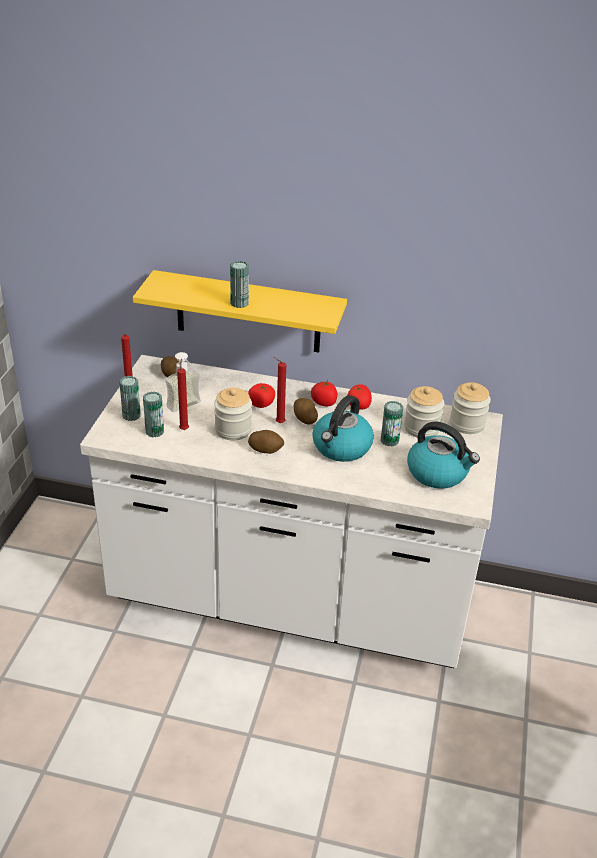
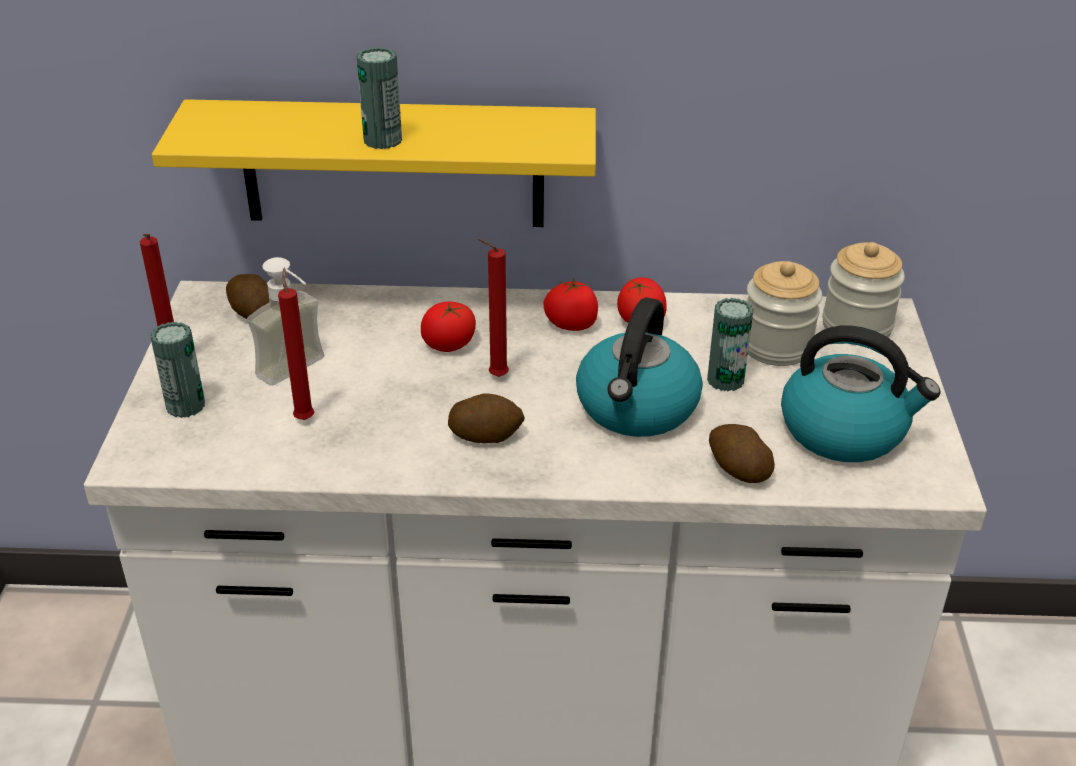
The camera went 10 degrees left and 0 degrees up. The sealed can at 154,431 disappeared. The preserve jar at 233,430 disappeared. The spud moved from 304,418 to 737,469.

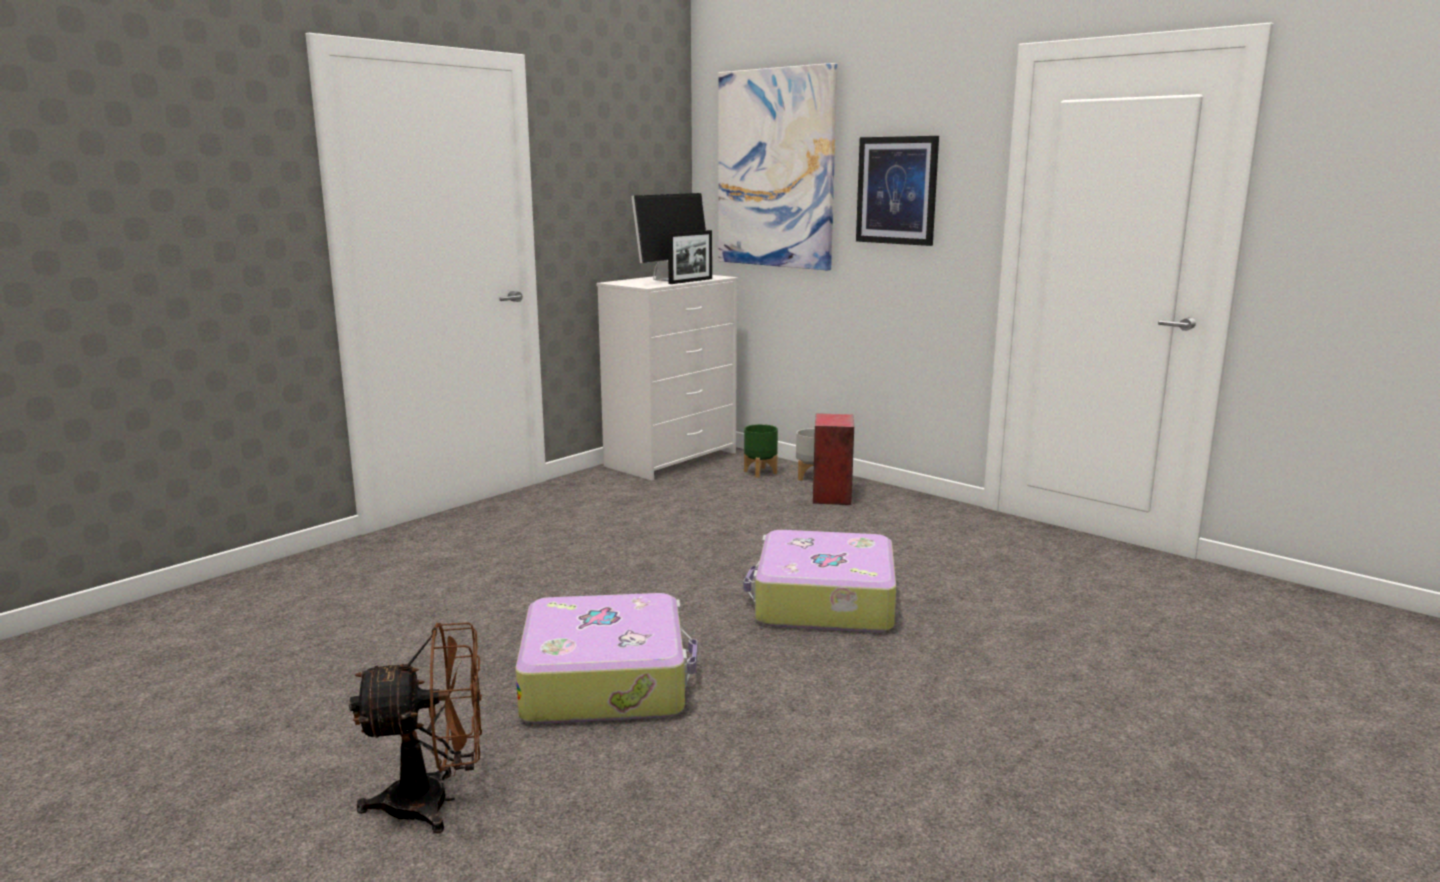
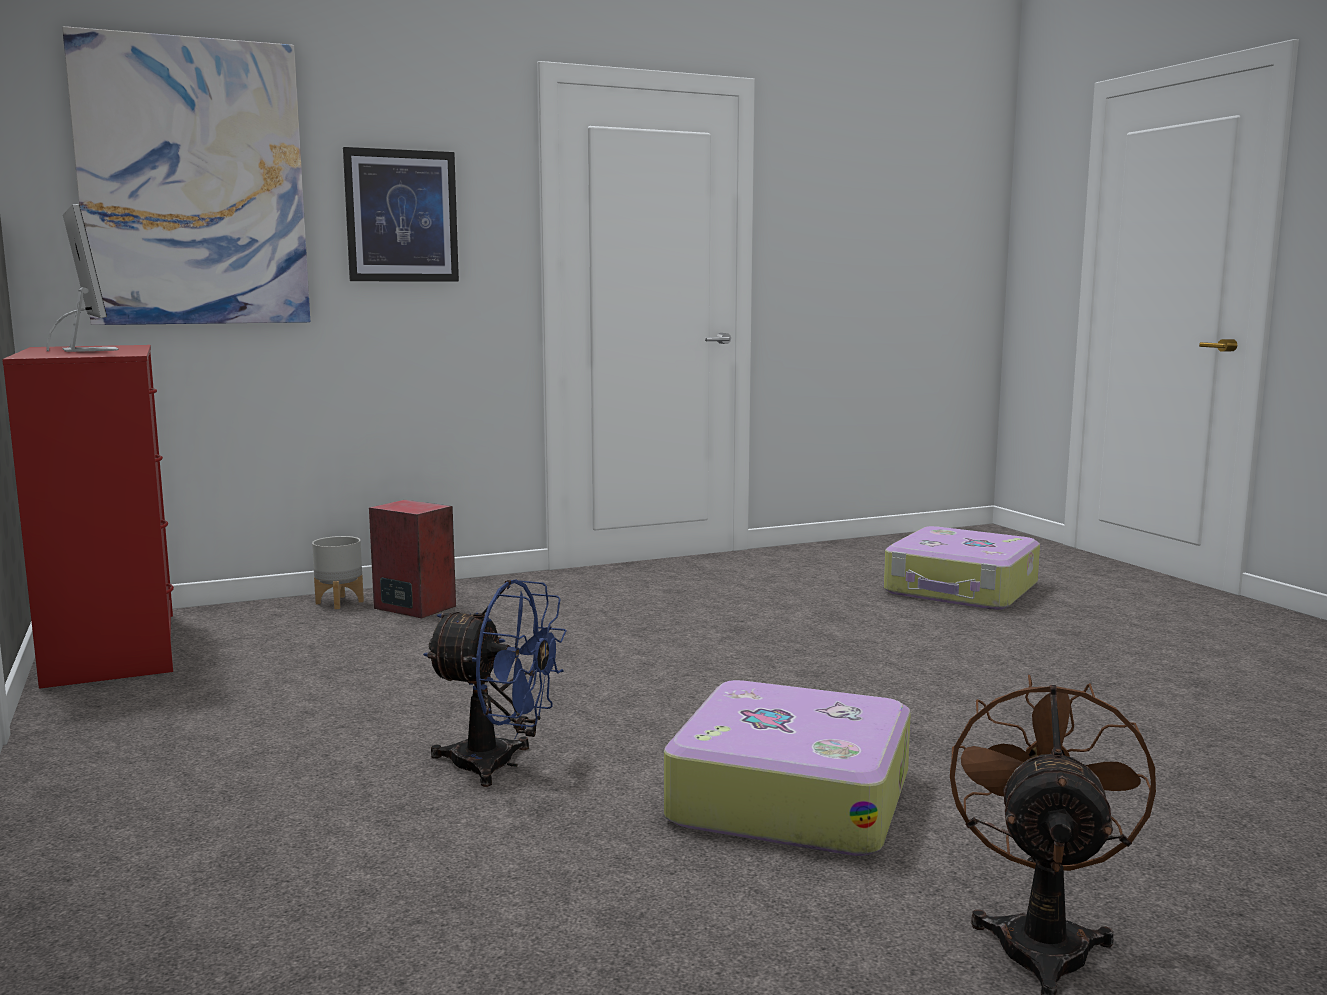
The camera went 65 degrees left and 5 degrees down. The standing frame at 690,281 disappeared. The green flower pot at 760,472 disappeared. The bluish electric fan at 499,764 appeared. The suitcase moved from 823,602 to 961,589. The whitish drawer chest at 672,459 became the red drawer chest at 112,647.

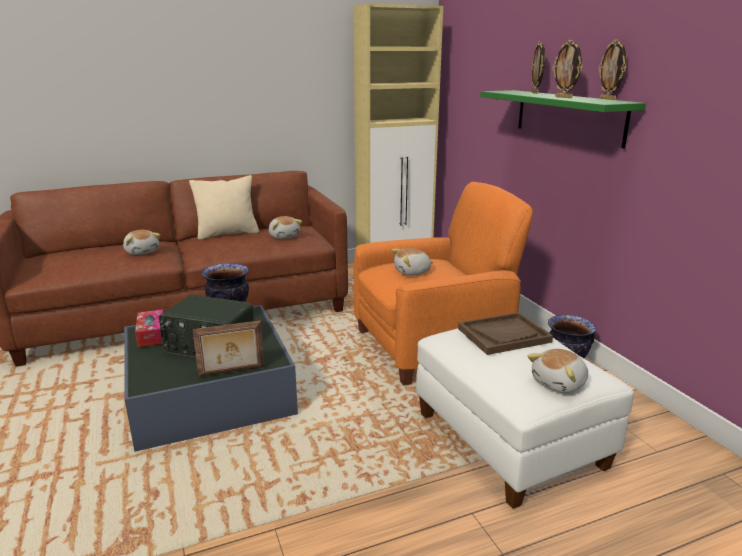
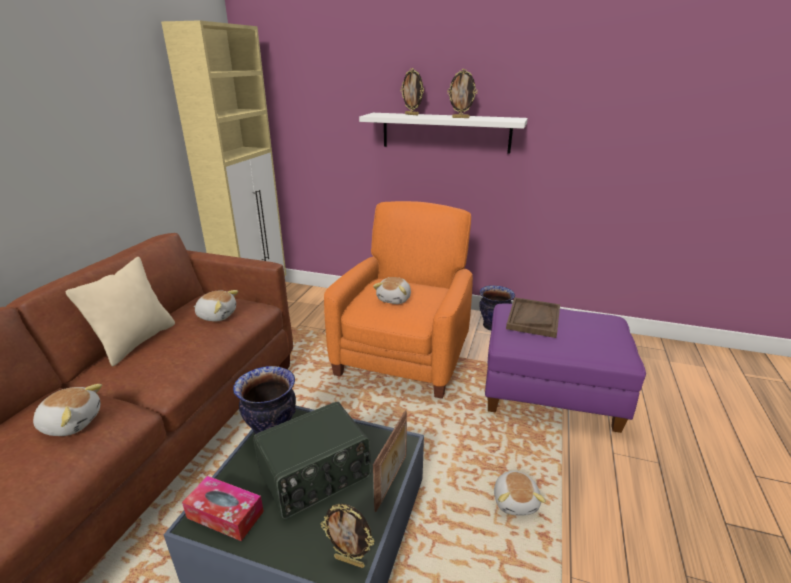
The camera went 50 degrees left and 5 degrees up. The soft toy moved from 560,383 to 515,501. The standing frame moved from 608,99 to 350,561. The whitish footrest at 510,441 became the purple footrest at 550,392. The green shelf at 568,116 became the whitish shelf at 445,132.

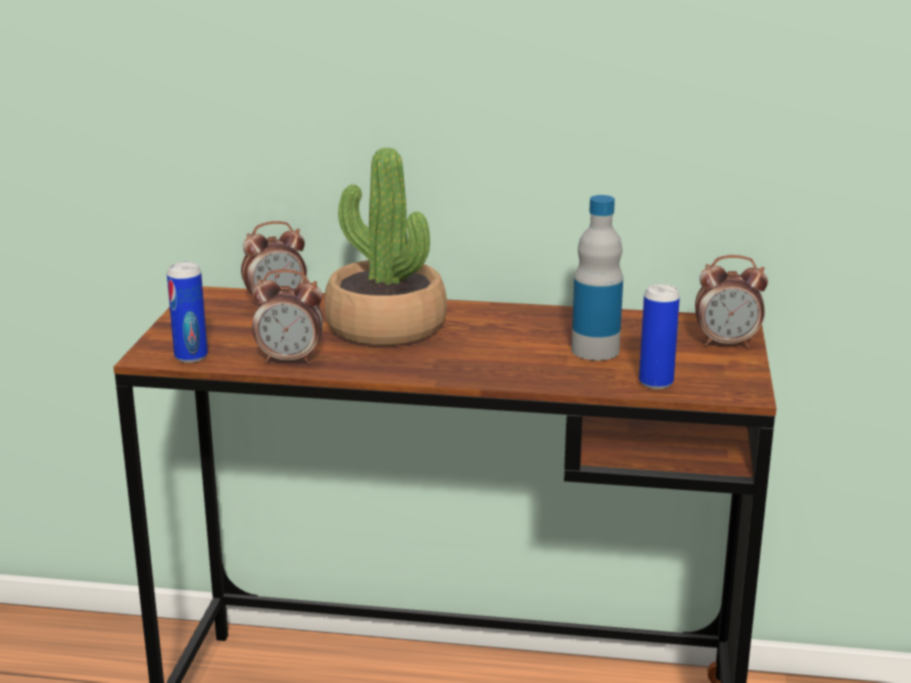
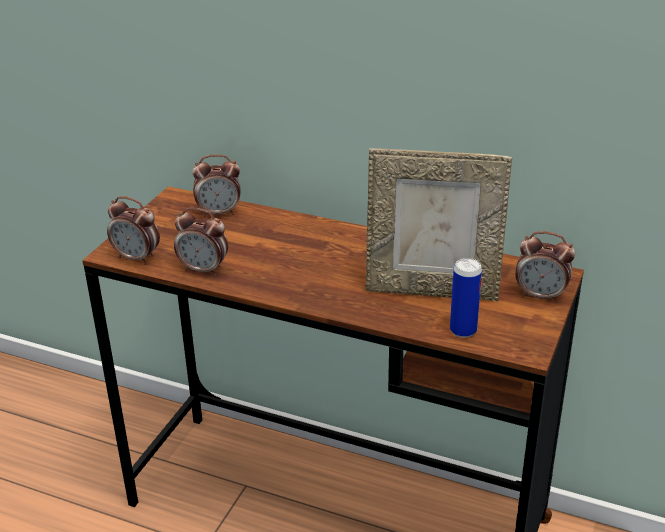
The camera went 15 degrees right and 10 degrees up. The plant in a pot at 385,326 disappeared. The sealed can at 191,357 was replaced by the bedside clock at 137,258. The bottle at 595,350 was replaced by the standing frame at 432,290.

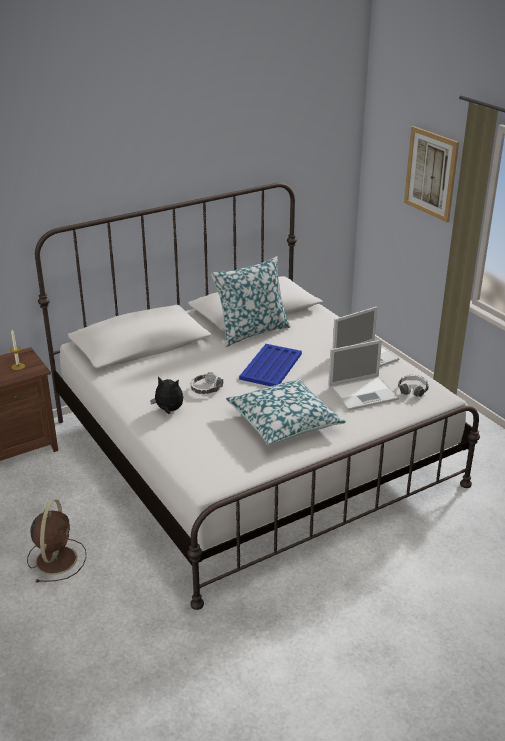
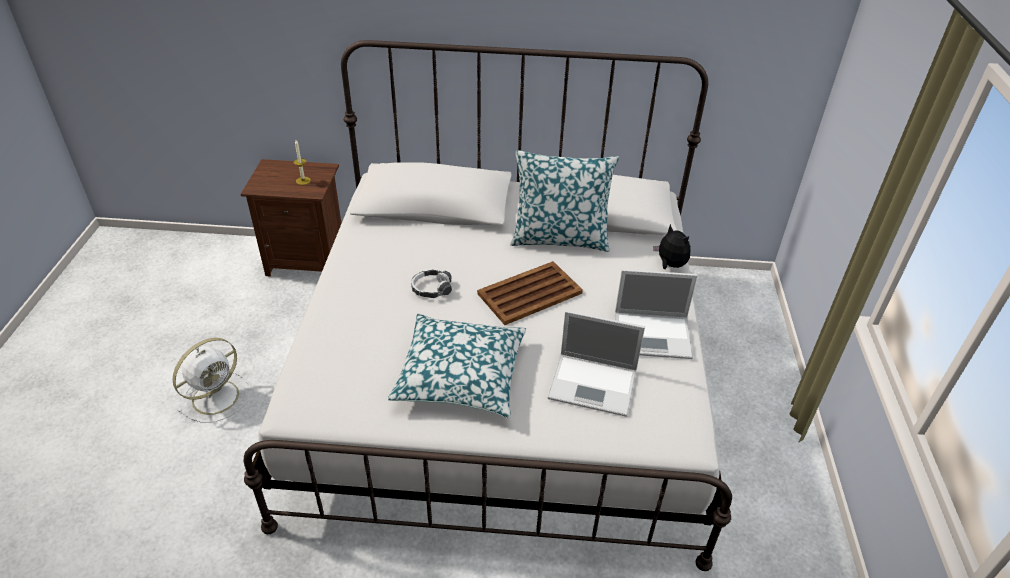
The camera went 35 degrees right and 10 degrees up. The pair of headphones at 412,389 disappeared. The picture at 431,173 disappeared. The soft toy moved from 169,410 to 670,265. The brown electric fan at 57,558 became the whitish electric fan at 217,396. The bluish tray at 270,366 became the brown tray at 528,294.

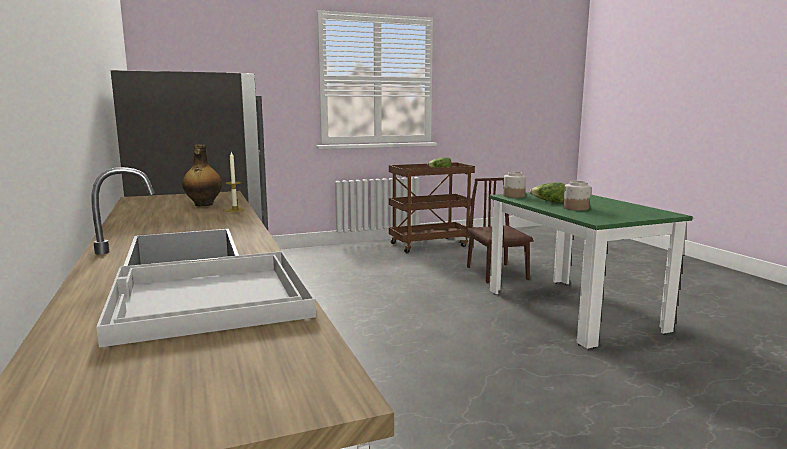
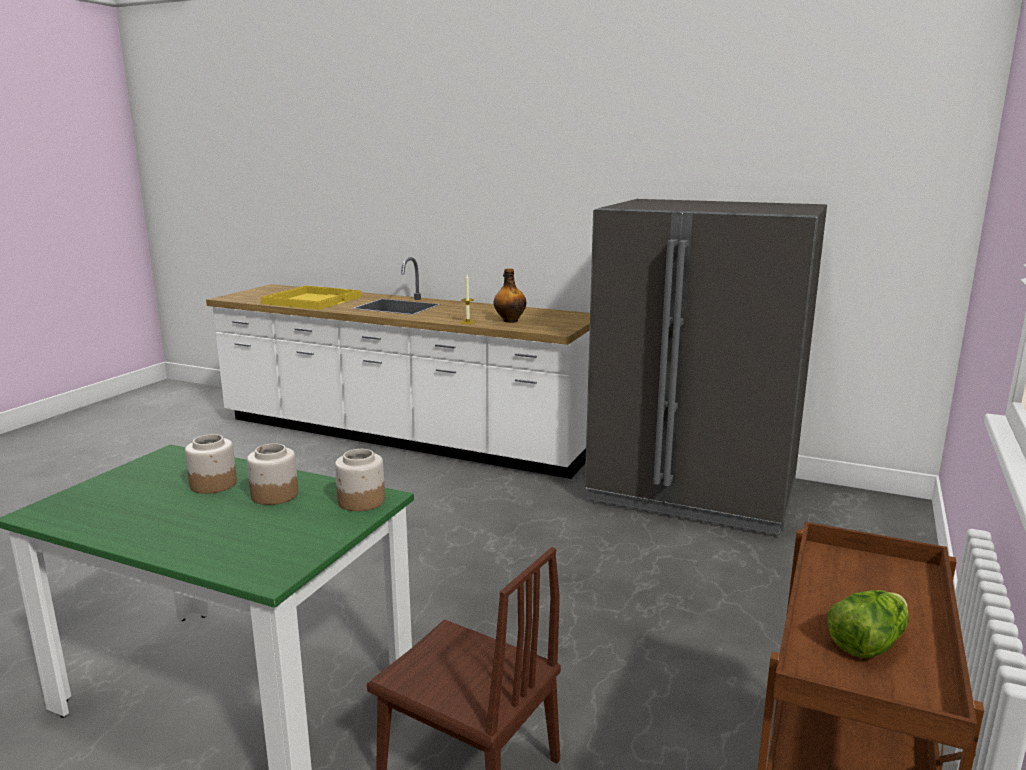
The camera went 135 degrees right and 5 degrees up. The lettuce at 549,202 was replaced by the preserve jar at 274,495. The whitish tray at 208,298 became the yellow tray at 312,300.

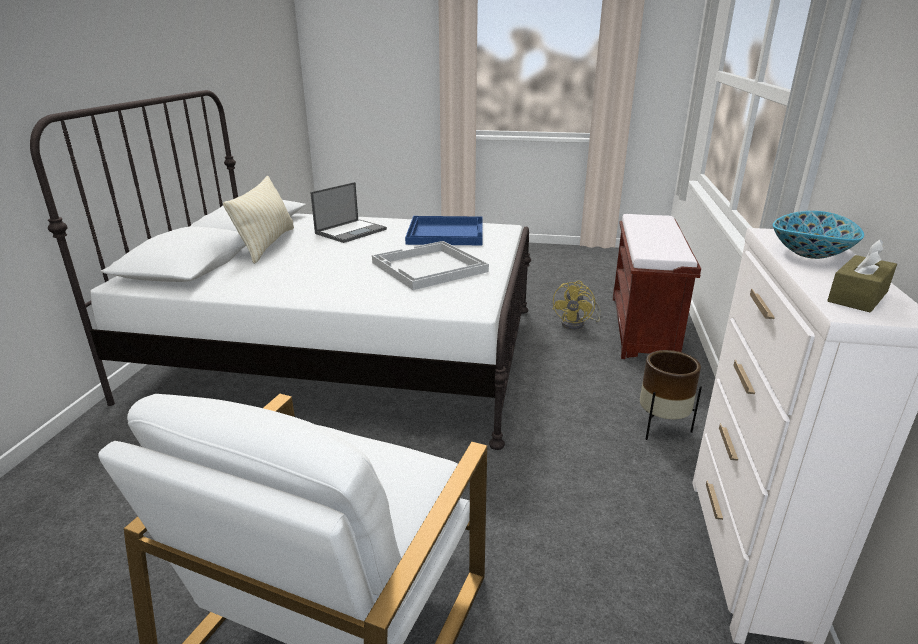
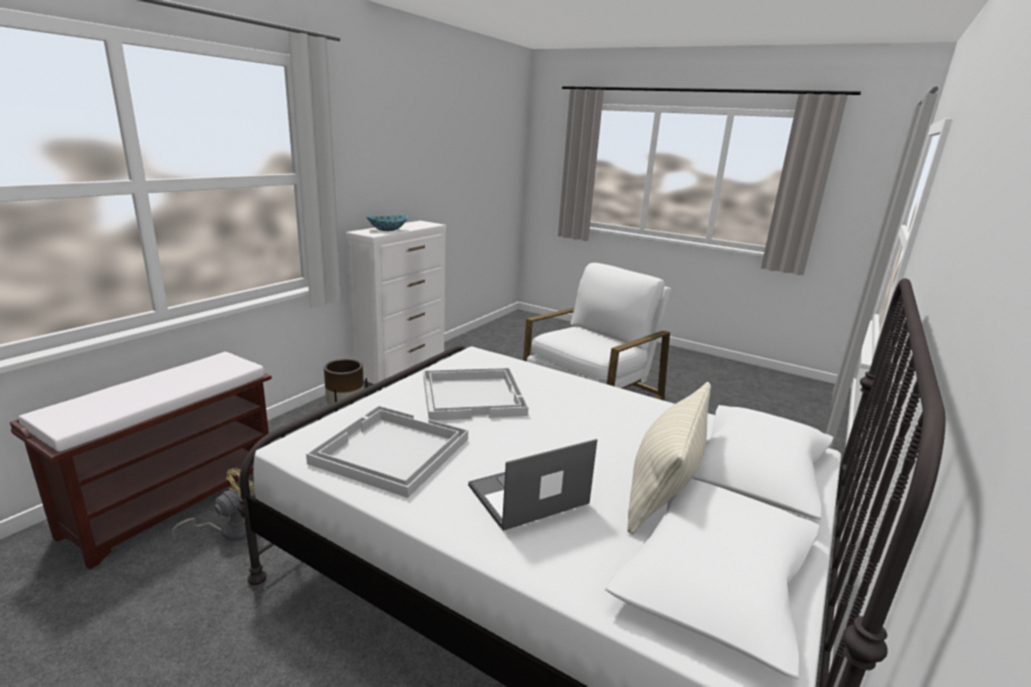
The camera went 160 degrees left and 5 degrees down. The brown box of tissues at 857,296 disappeared. The bluish tray at 446,233 became the whitish tray at 389,451.

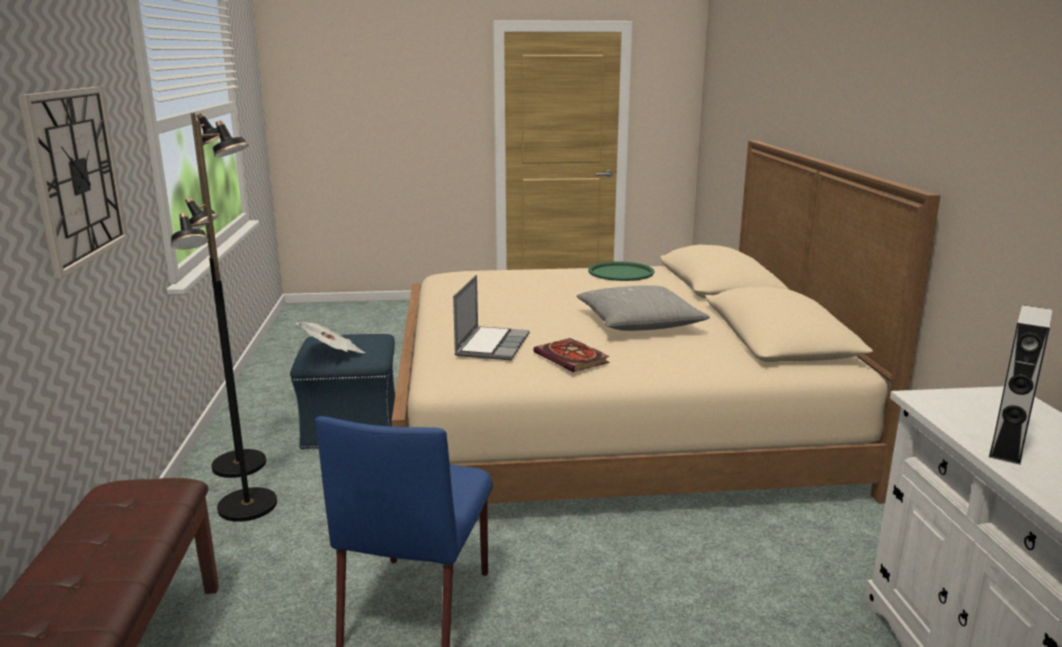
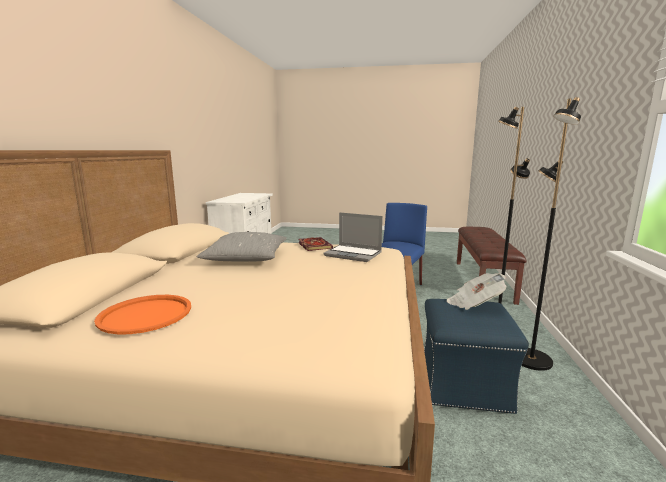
The camera went 165 degrees left and 5 degrees down. The clock on the wall at 76,176 disappeared. The greyish audio speaker at 1007,447 disappeared. The green tray at 621,272 became the orange-coloured tray at 145,314. The laptop at 491,345 turned 90 degrees counterclockwise.

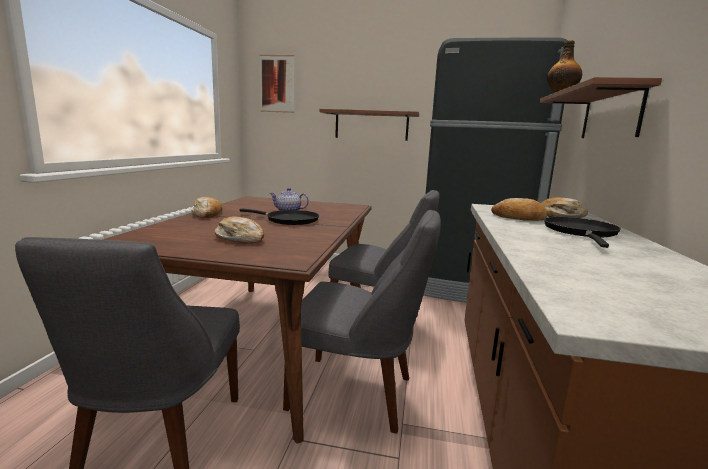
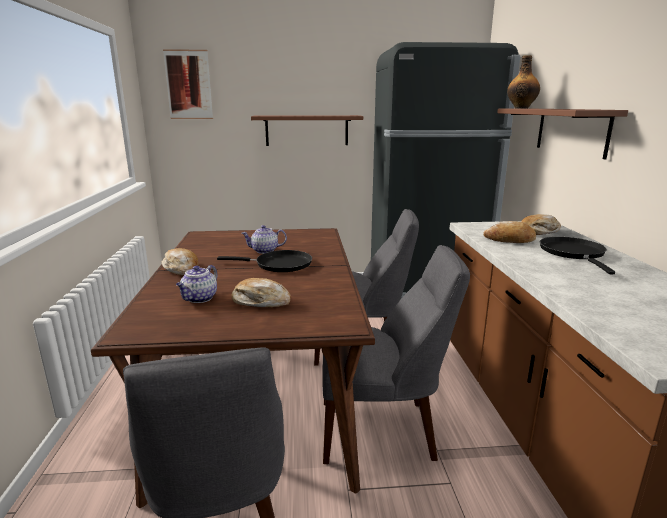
The camera went 15 degrees left and 5 degrees up. The pot for tea at 199,299 appeared.

